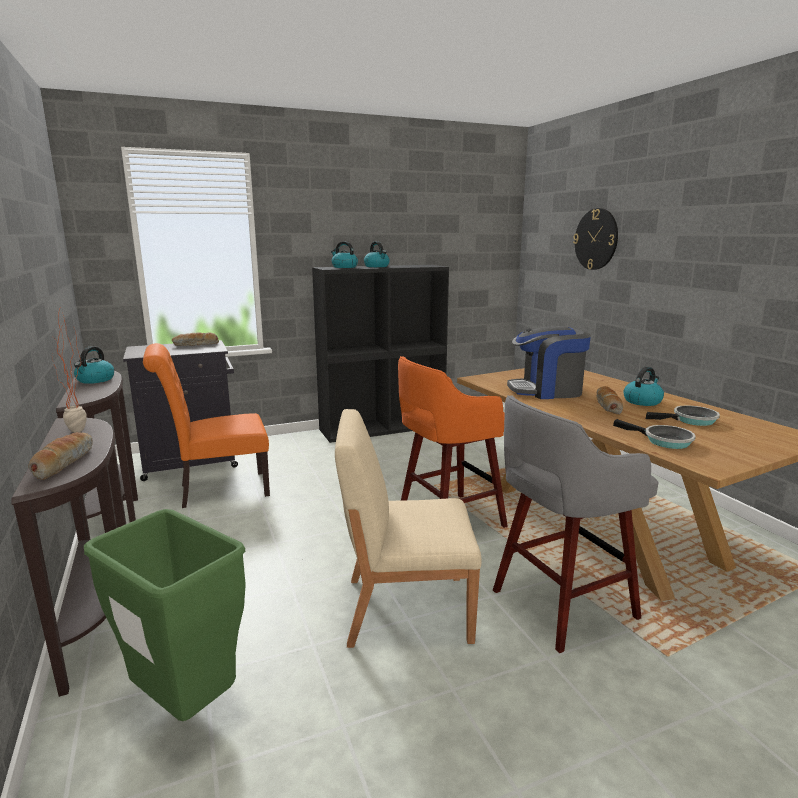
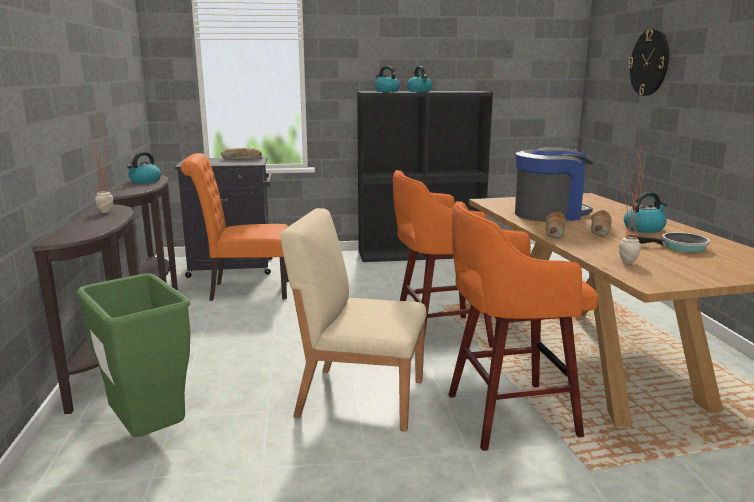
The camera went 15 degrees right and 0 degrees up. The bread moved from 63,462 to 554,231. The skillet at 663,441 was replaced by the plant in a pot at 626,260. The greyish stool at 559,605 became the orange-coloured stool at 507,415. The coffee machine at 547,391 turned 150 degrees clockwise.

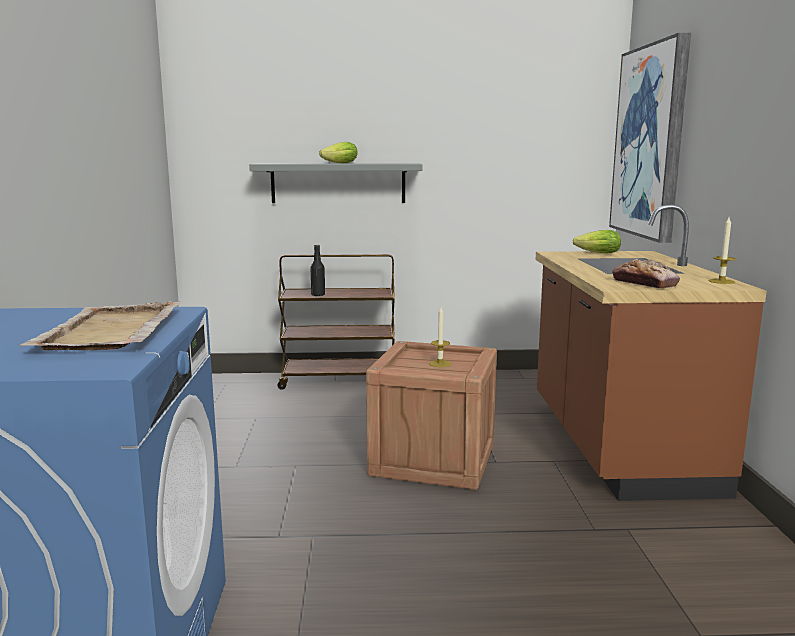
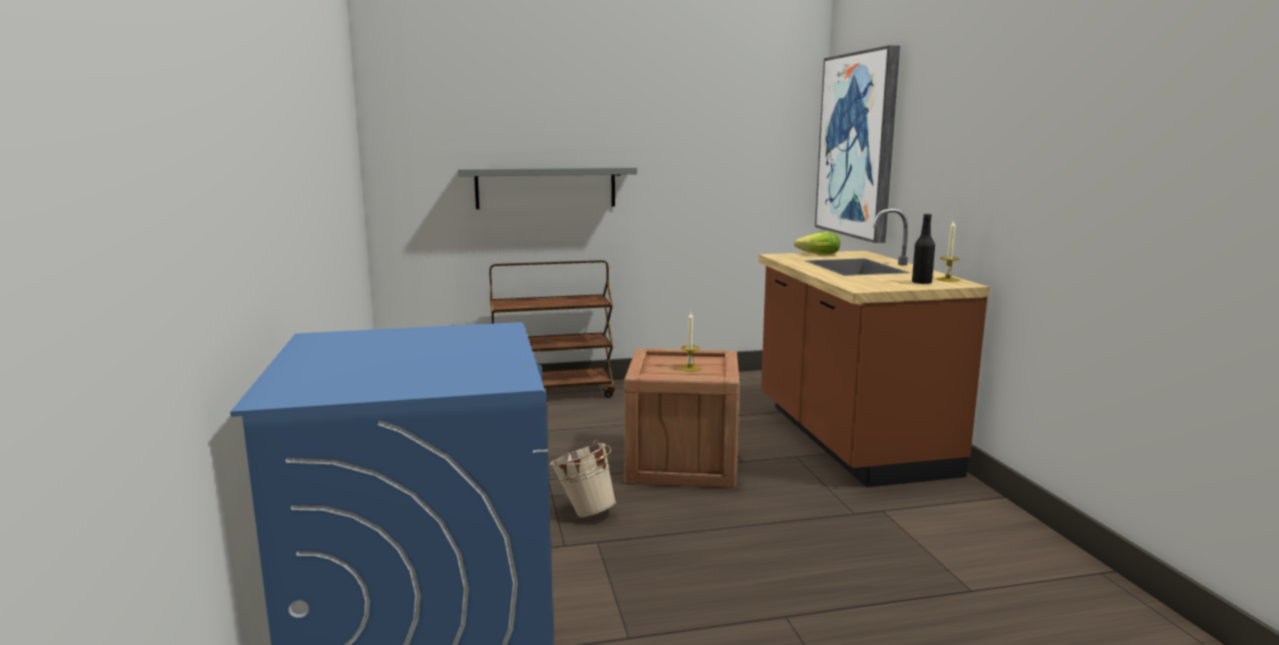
The camera went 10 degrees left and 0 degrees up. The sand-coloured tray at 110,331 disappeared. The lettuce at 338,163 disappeared. The bread at 644,283 disappeared. The sand-coloured bucket at 584,511 appeared. The black-coloured bottle moved from 318,295 to 921,283.

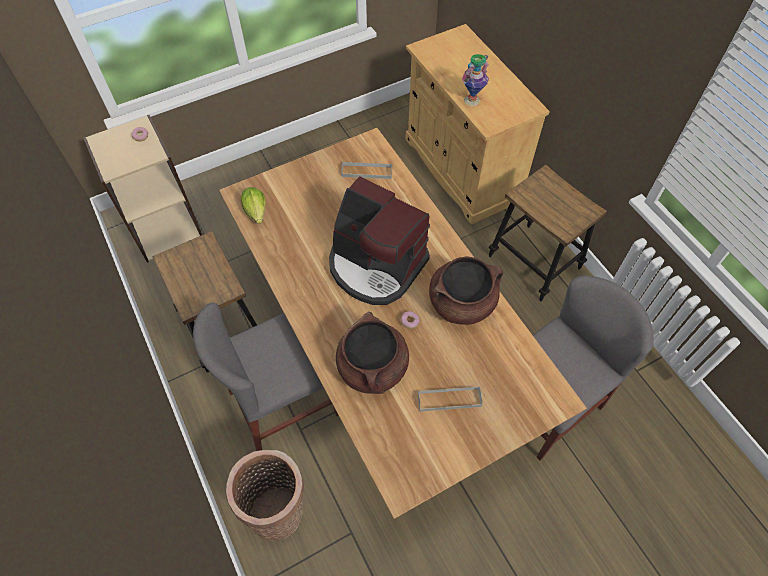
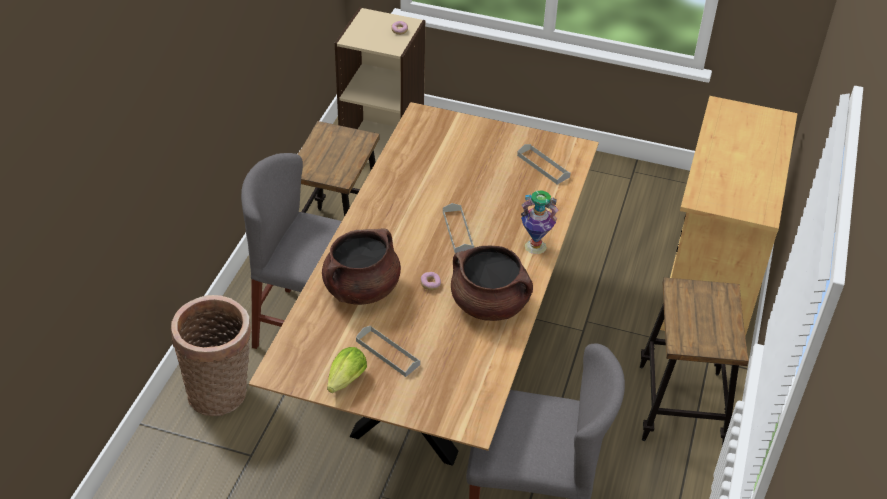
The camera went 45 degrees right and 15 degrees down. The lettuce moved from 256,214 to 345,382. The flower vase moved from 472,101 to 535,247. The coffee machine at 376,265 was replaced by the greyish tray at 458,231.

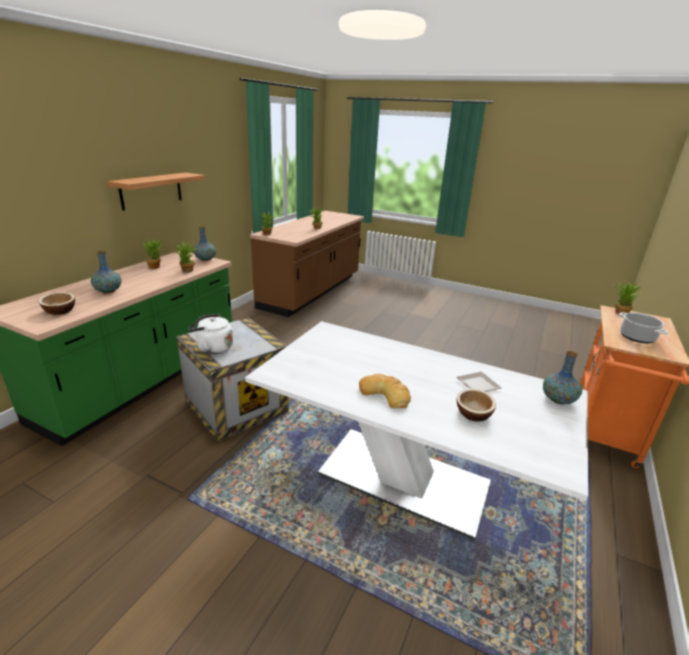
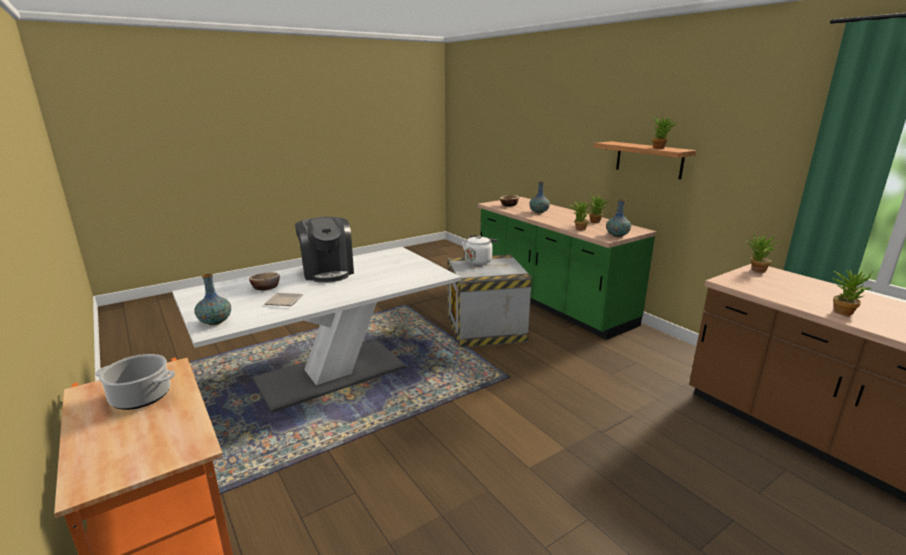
The camera went 120 degrees right and 5 degrees down. The plant in a pot moved from 619,312 to 661,148. The bread at 385,394 was replaced by the coffee machine at 327,272.

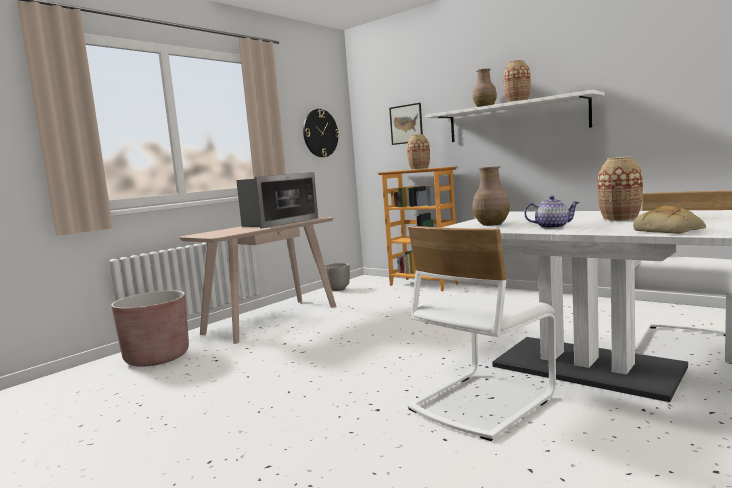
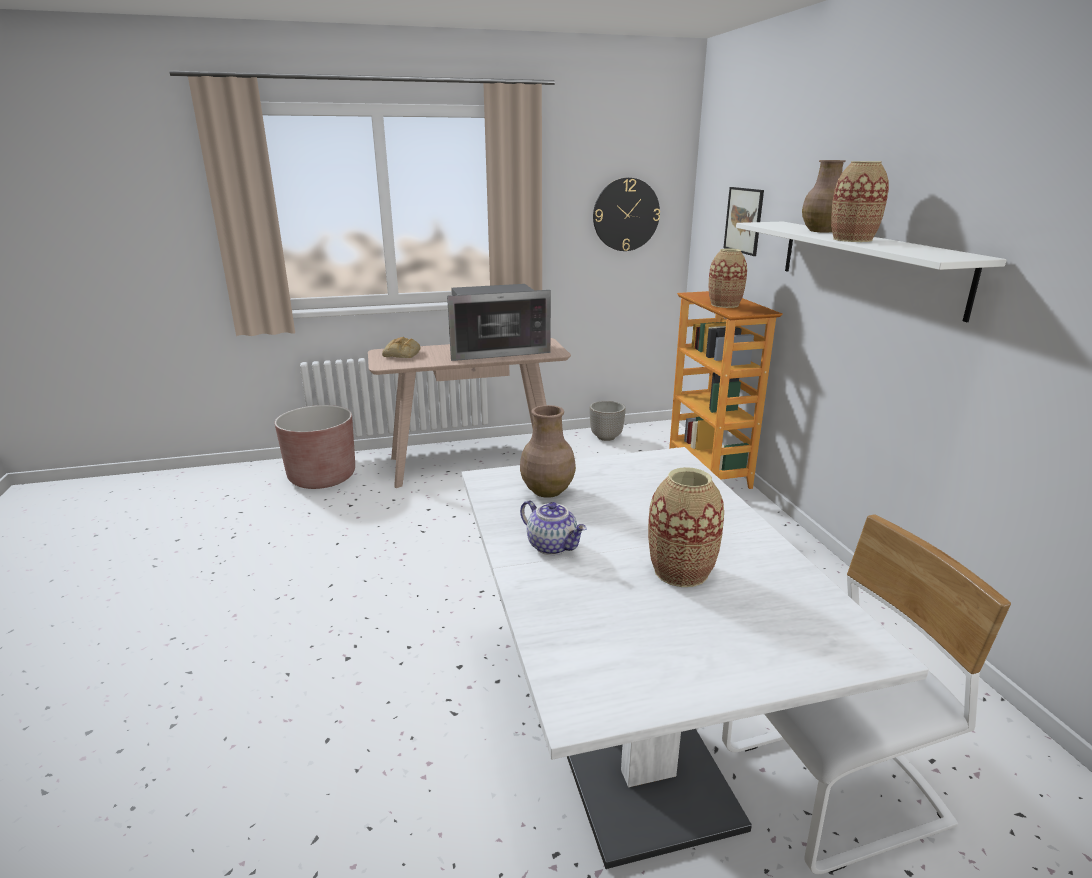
The camera went 35 degrees right and 15 degrees up. The whitish plain chair at 480,402 disappeared. The bread moved from 670,230 to 402,354.

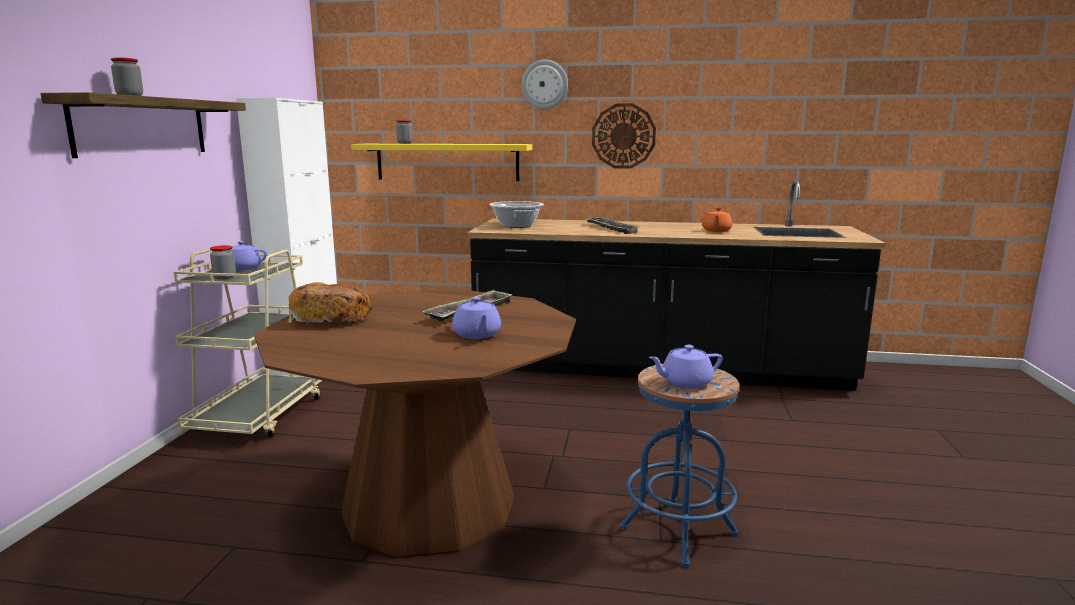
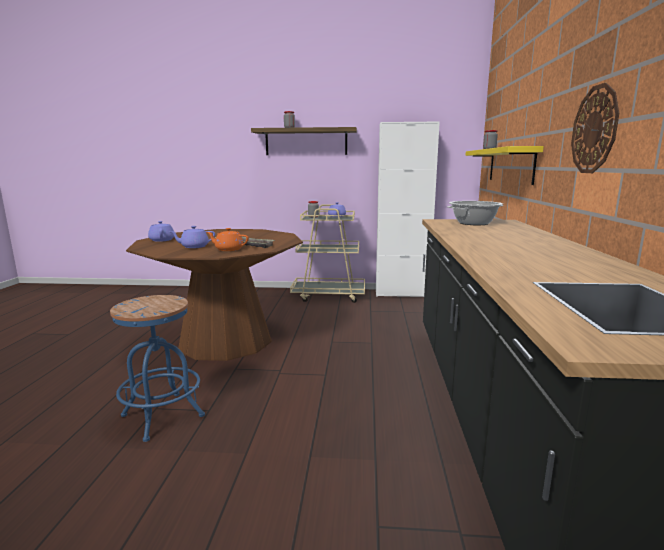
The camera went 85 degrees right and 0 degrees up. The bread at 330,318 disappeared. The clock on the wall at 544,84 disappeared. The tray at 611,229 disappeared. The purple pot for tea moved from 685,383 to 162,240. The orange-coloured pot for tea moved from 716,231 to 228,249.

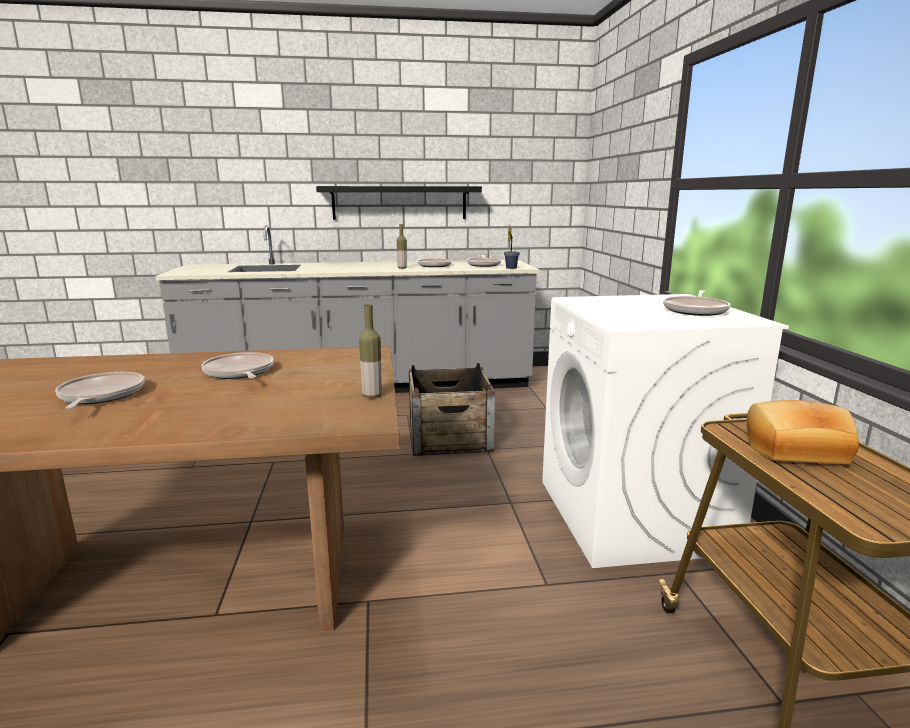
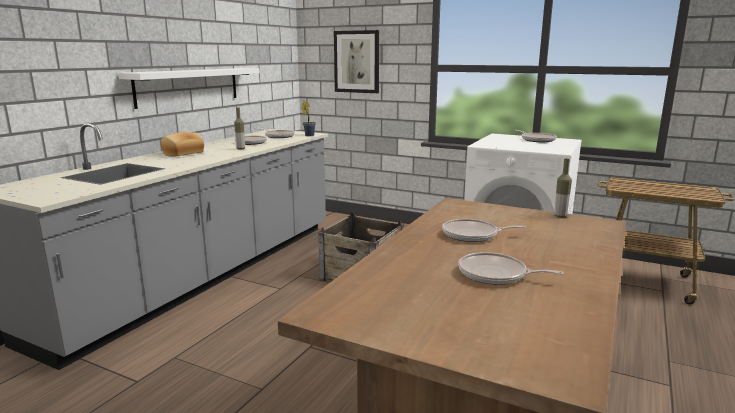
The camera went 55 degrees left and 0 degrees up. The picture at 357,62 appeared. The bread moved from 796,451 to 183,153. The black-coloured shelf at 399,203 became the whitish shelf at 189,86.

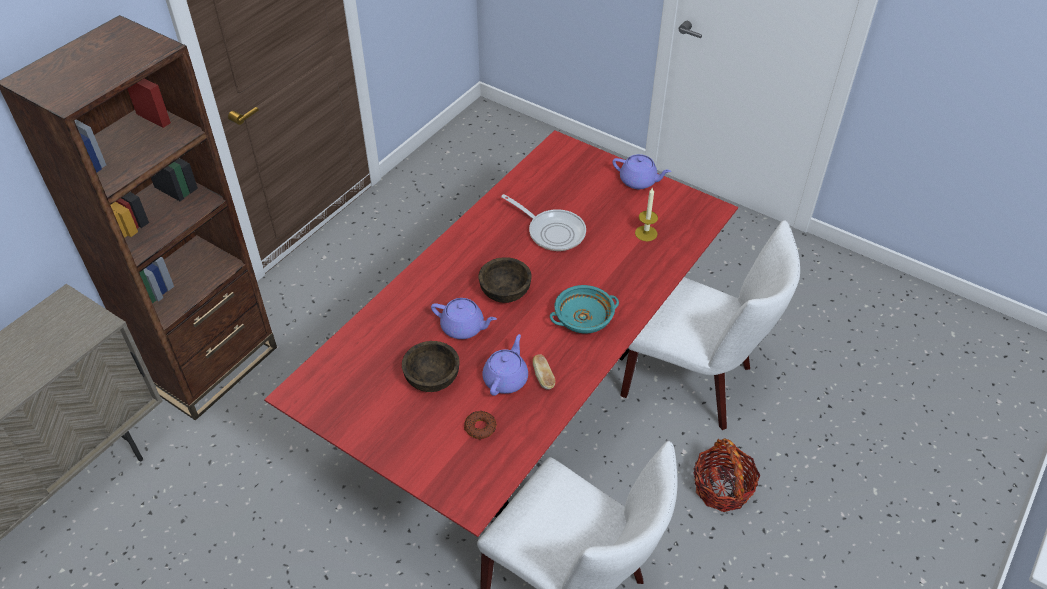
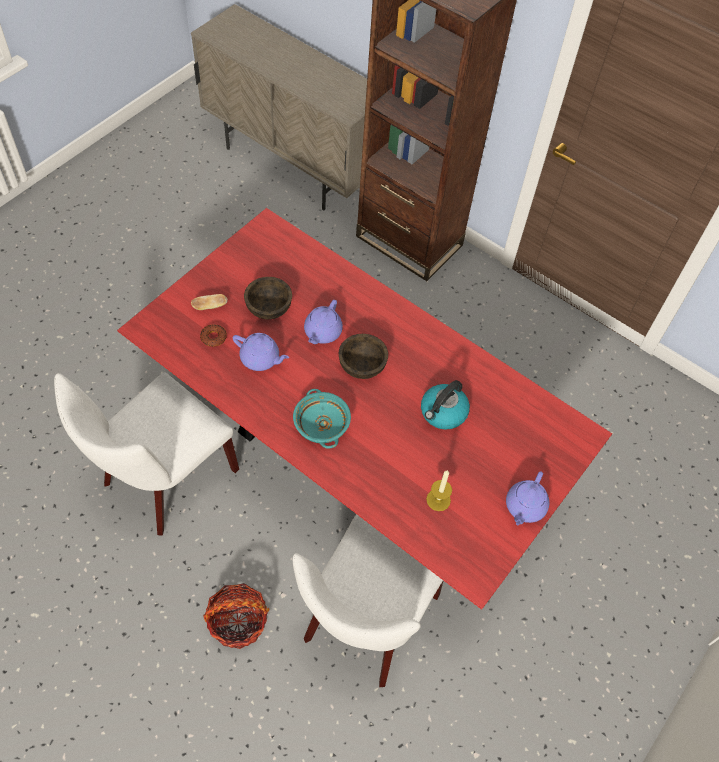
The camera went 90 degrees right and 10 degrees up. The bread moved from 543,377 to 210,306. The skillet at 552,231 was replaced by the water kettle at 443,413.

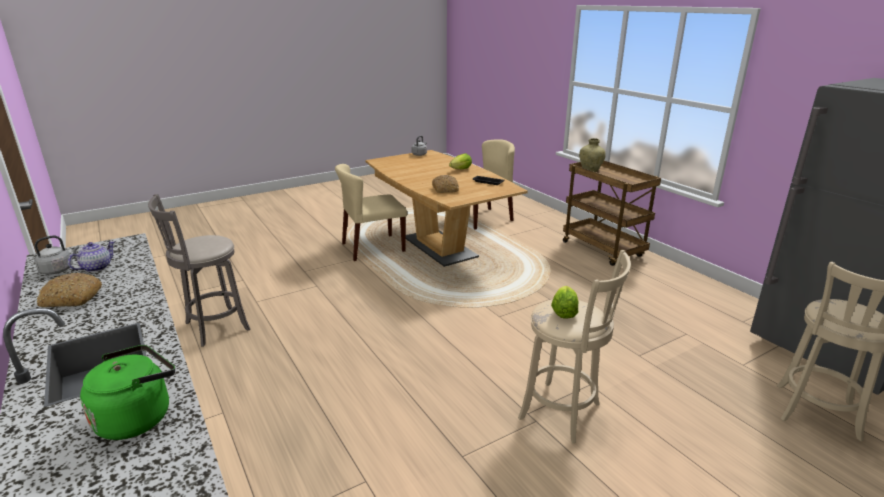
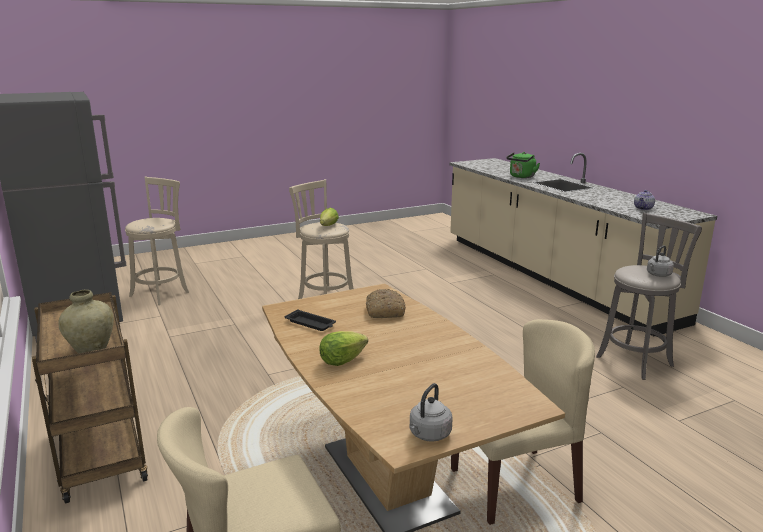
The camera went 175 degrees left and 5 degrees down. The bread at 71,298 disappeared. The greyish water kettle moved from 59,270 to 658,275.

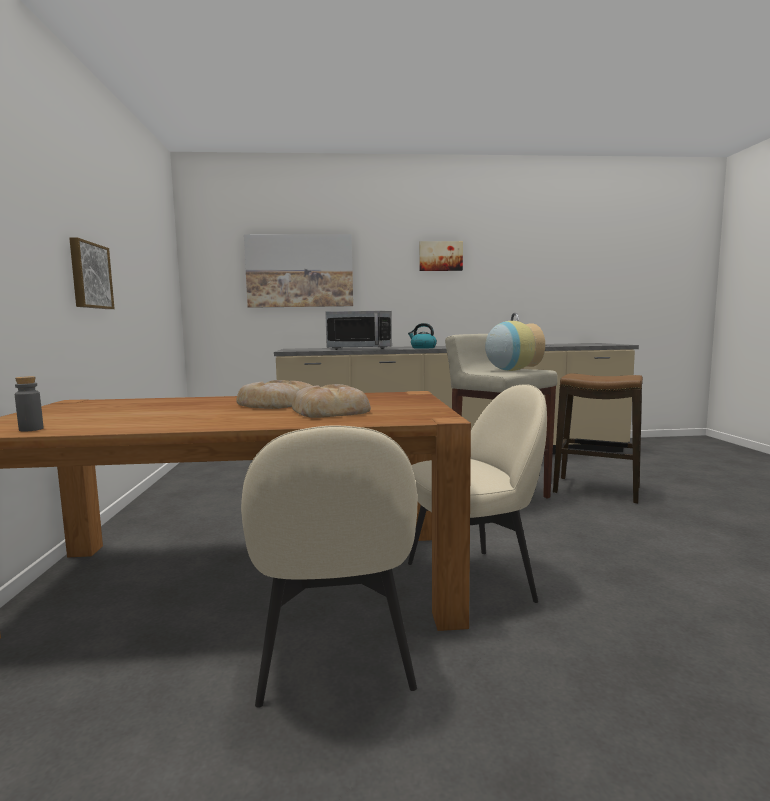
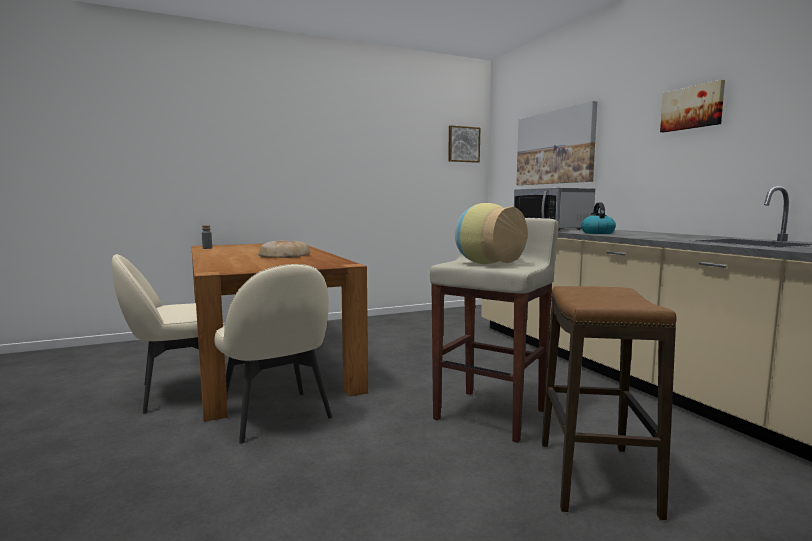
The camera went 70 degrees right and 0 degrees up. The bread at 331,411 disappeared. The picture moved from 89,275 to 463,144.

